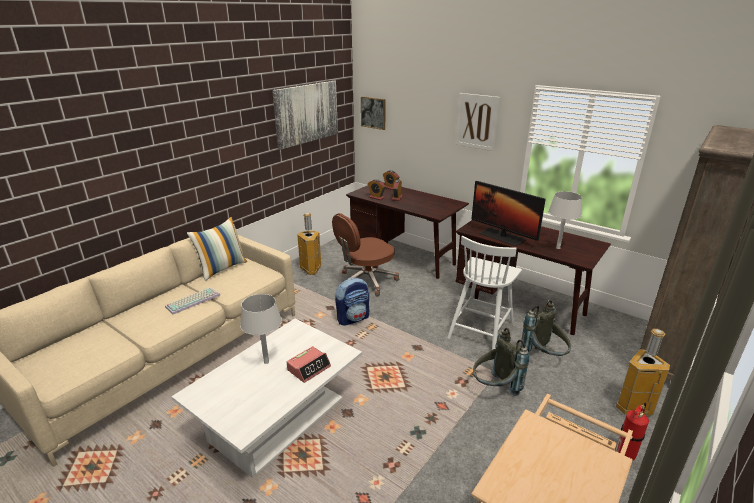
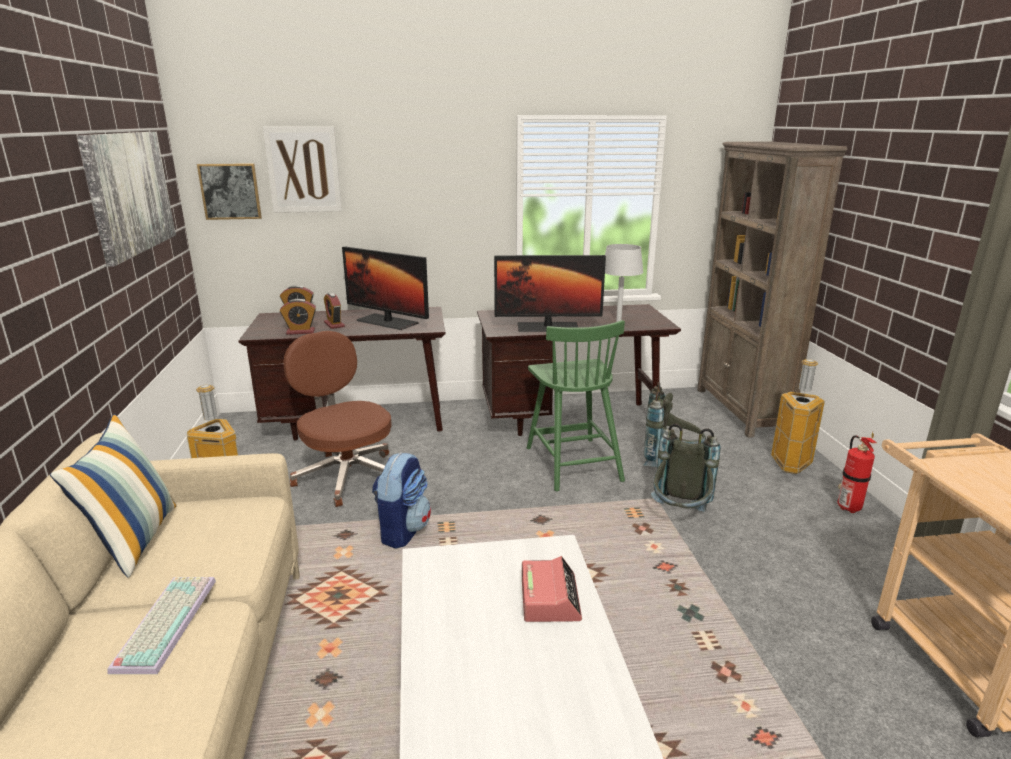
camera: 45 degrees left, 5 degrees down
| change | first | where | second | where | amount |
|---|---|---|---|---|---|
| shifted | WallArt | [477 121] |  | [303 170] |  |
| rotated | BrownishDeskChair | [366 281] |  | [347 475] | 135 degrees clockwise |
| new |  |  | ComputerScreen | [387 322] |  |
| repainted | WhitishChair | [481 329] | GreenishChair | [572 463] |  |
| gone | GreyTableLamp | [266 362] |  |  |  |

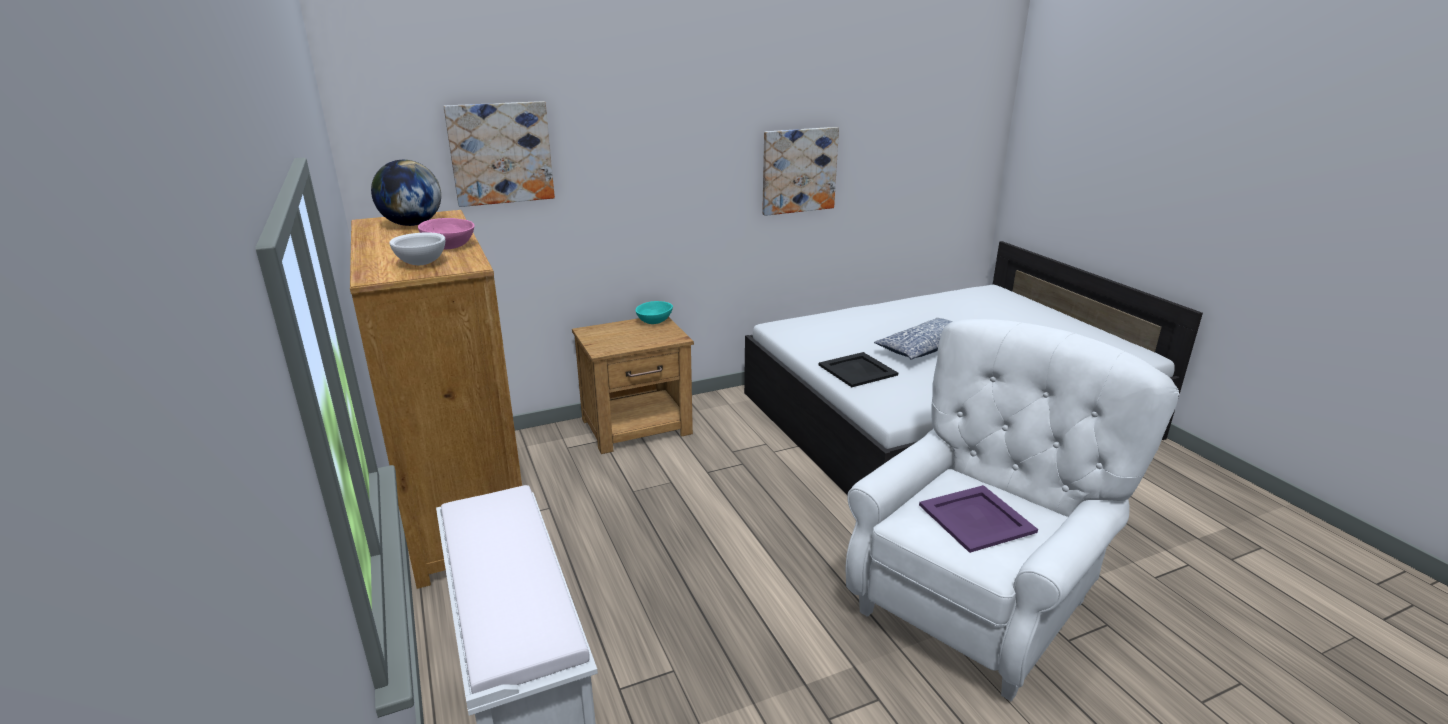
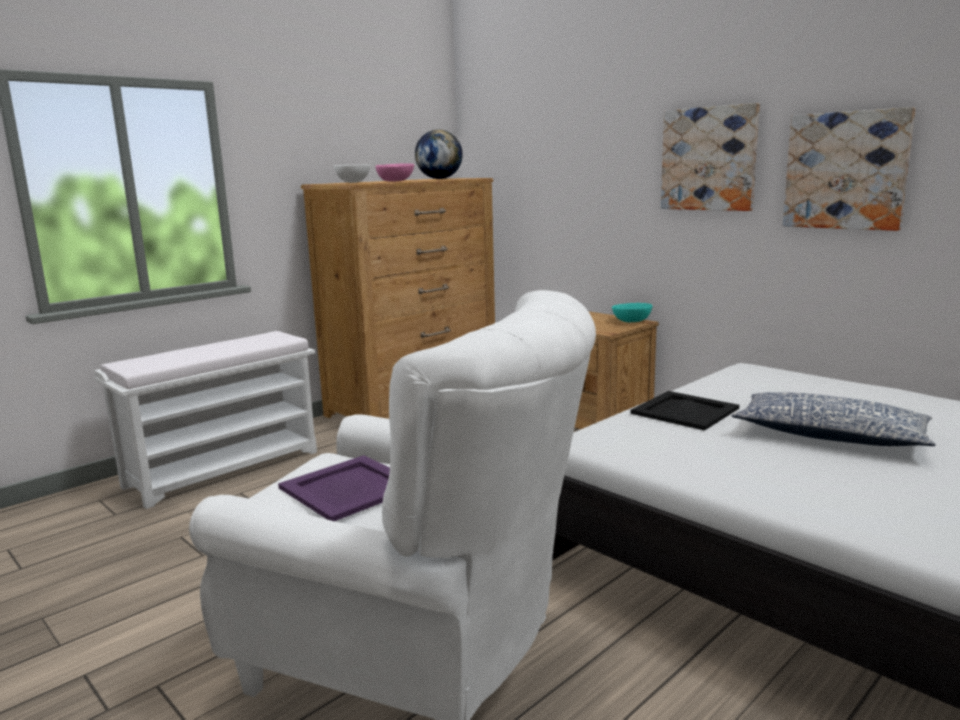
camera: 70 degrees right, 10 degrees down
| change | first | where | second | where | amount |
|---|---|---|---|---|---|
| shifted | WallArt | [501 153] |  | [709 159] |  |

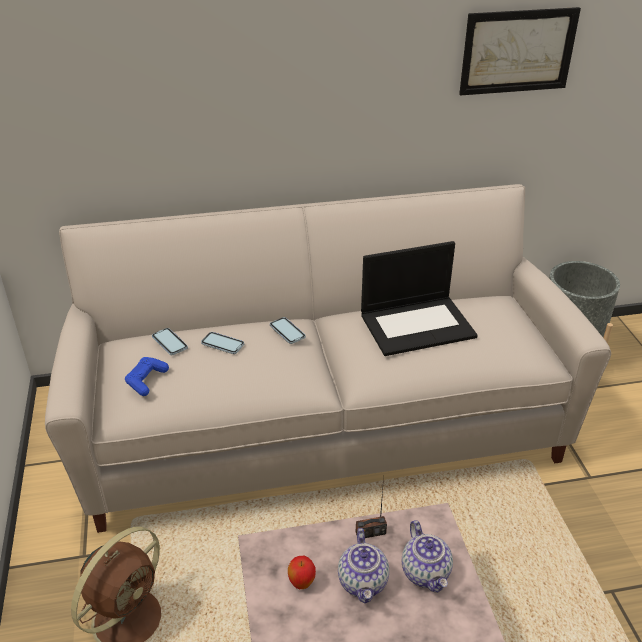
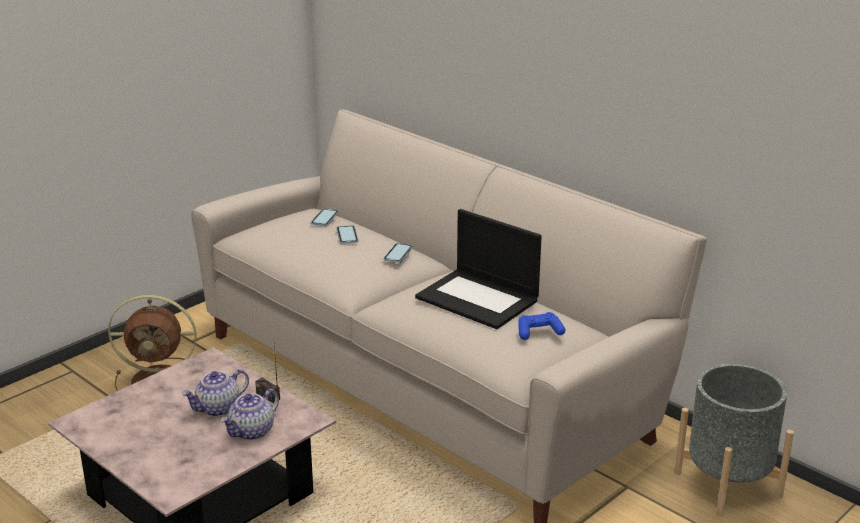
camera: 55 degrees right, 10 degrees down
| change | first | where | second | where | amount |
|---|---|---|---|---|---|
| shifted | BluishGamepad | [146 380] |  | [539 332] |  |
| gone | AppleFruit | [301 583] |  |  |  |
| gone | WallArt | [518 51] |  |  |  |

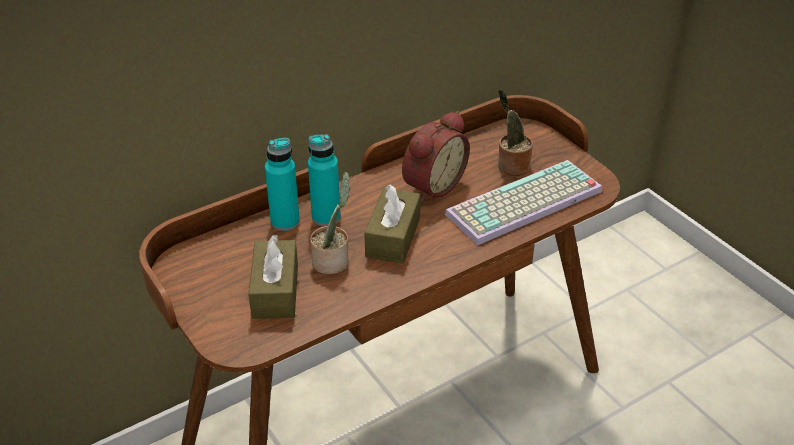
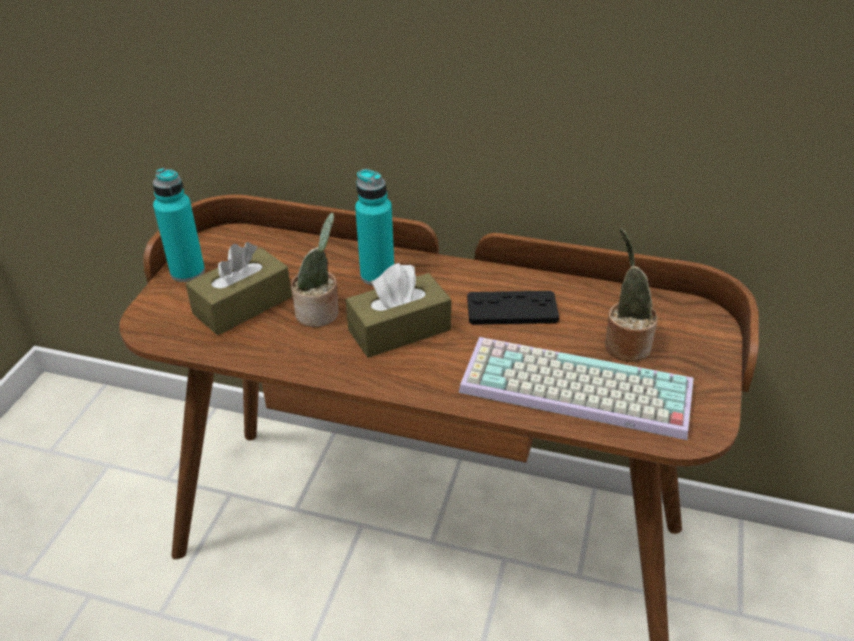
camera: 50 degrees right, 0 degrees up
| change | first | where | second | where | amount |
|---|---|---|---|---|---|
| shifted | TurquoiseBeverageBottle | [285 222] |  | [187 272] |  |
| swapped | AlarmClock | [431 185] | BlackishGamepad | [512 309] |  |

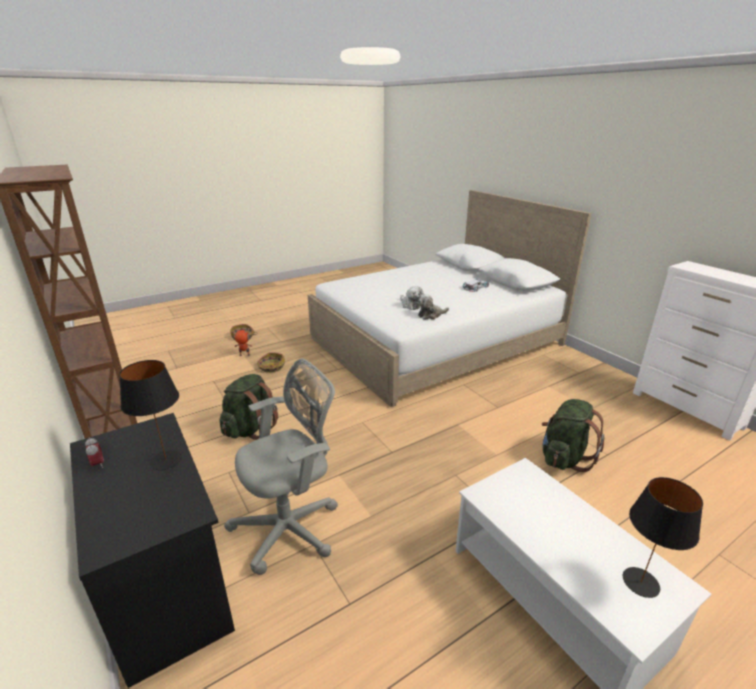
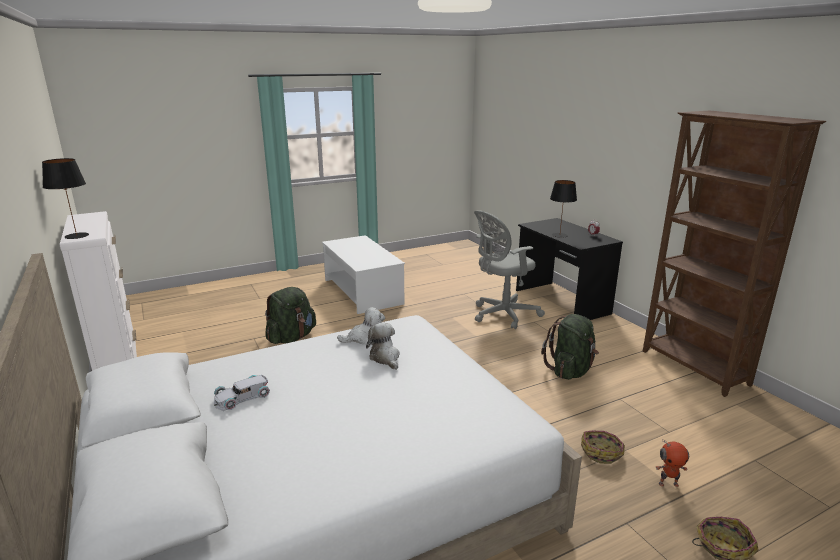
camera: 175 degrees left, 5 degrees down
| change | first | where | second | where | amount |
|---|---|---|---|---|---|
| shifted | BlackishTableLamp | [640 582] |  | [77 235] |  |

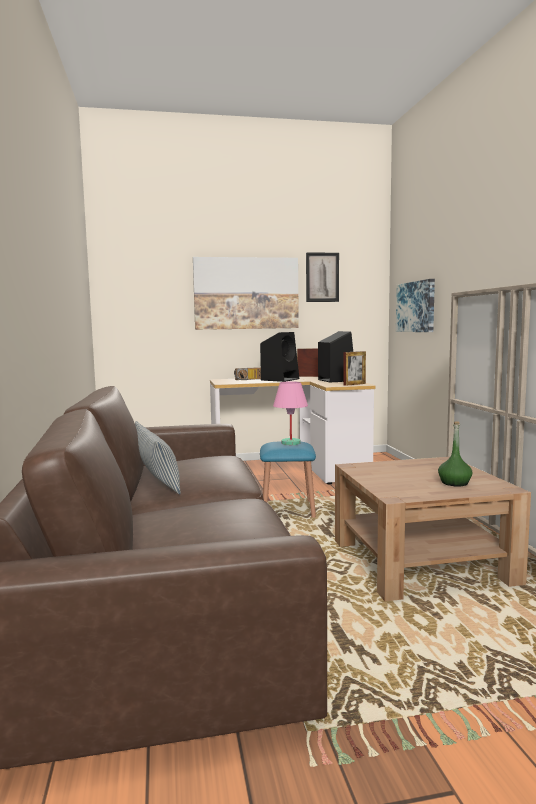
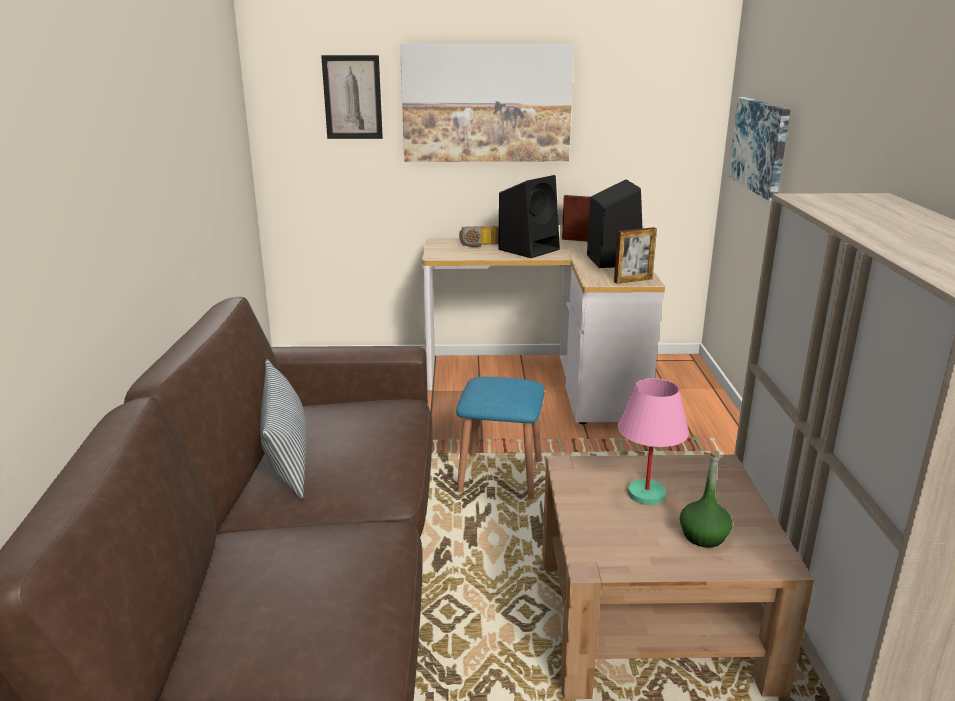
camera: 10 degrees right, 15 degrees up
| change | first | where | second | where | amount |
|---|---|---|---|---|---|
| shifted | WallArt | [322 277] |  | [352 97] |  |
| shifted | PinkTableLamp | [290 443] |  | [645 494] |  |

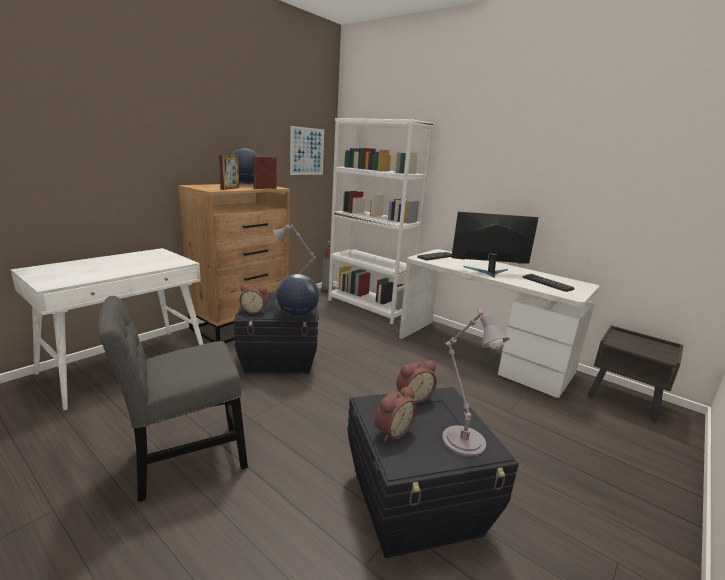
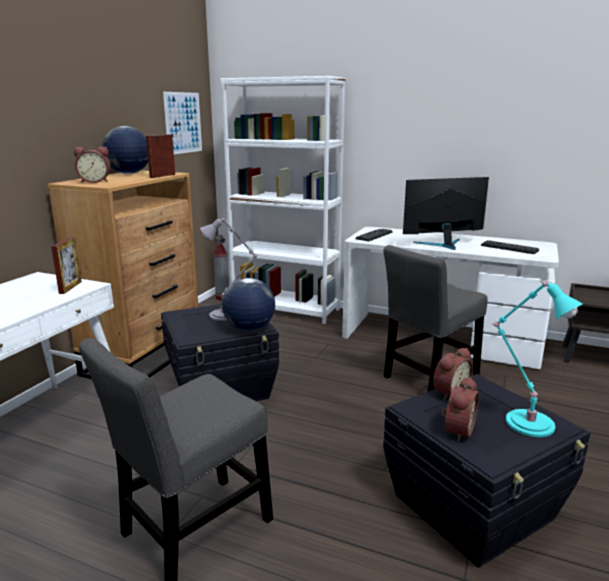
camera: 15 degrees left, 0 degrees up
| change | first | where | second | where | amount |
|---|---|---|---|---|---|
| shifted | StandingFrame | [230 188] |  | [70 287] |  |
| shifted | AlarmClock | [254 311] |  | [95 181] |  |
| new |  |  | GreyChair | [428 378] |  |
| repainted | GreyTableLamp | [461 438] | TurquoiseTableLamp | [526 421] |  |

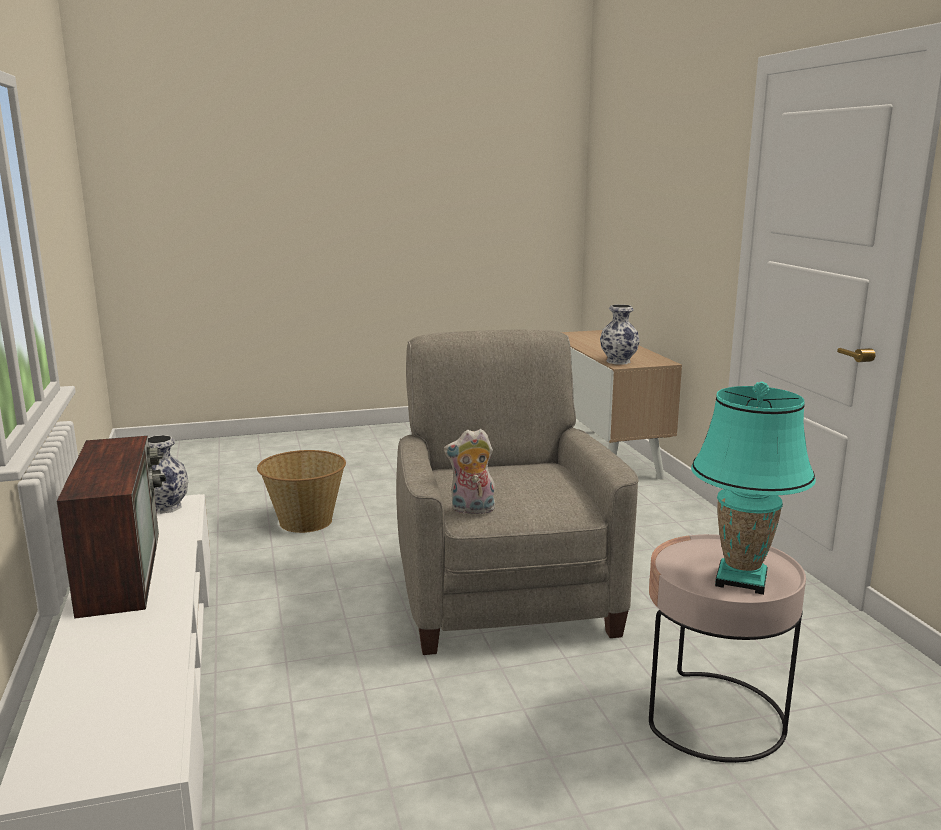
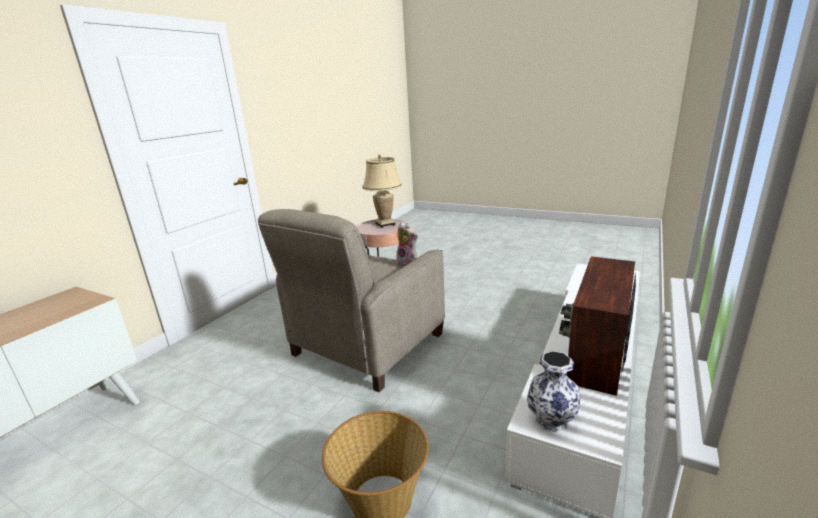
camera: 135 degrees left, 5 degrees up
| change | first | where | second | where | amount |
|---|---|---|---|---|---|
| repainted | TurquoiseTableLamp | [741 580] | BeigeColouredTableLamp | [385 224] |  |
| gone | DecorativeVase | [618 361] |  |  |  |

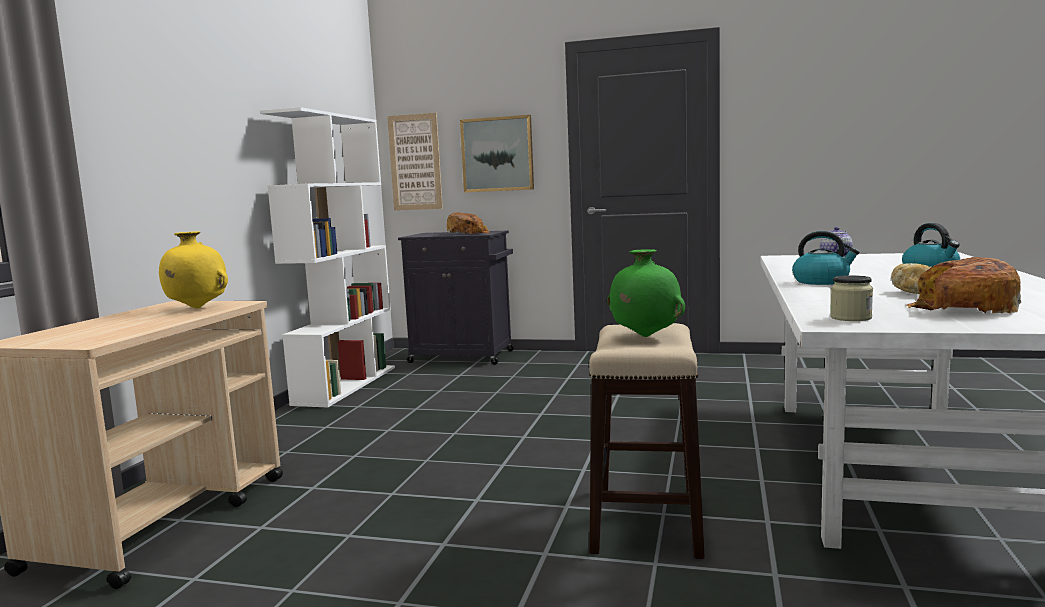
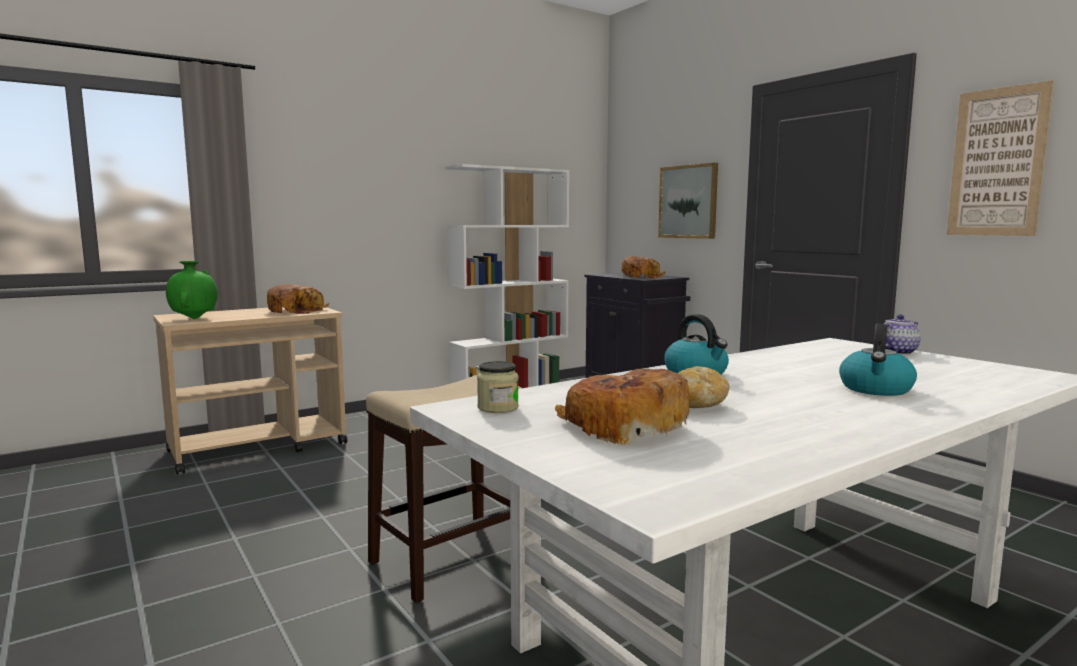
camera: 40 degrees right, 0 degrees up
| change | first | where | second | where | amount |
|---|---|---|---|---|---|
| shifted | GreenishDecorativeVase | [645 336] |  | [194 319] |  |
| swapped | YellowDecorativeVase | [196 308] | BakedBread | [297 311] |  |
| shifted | WallArt | [415 162] |  | [997 162] |  |

